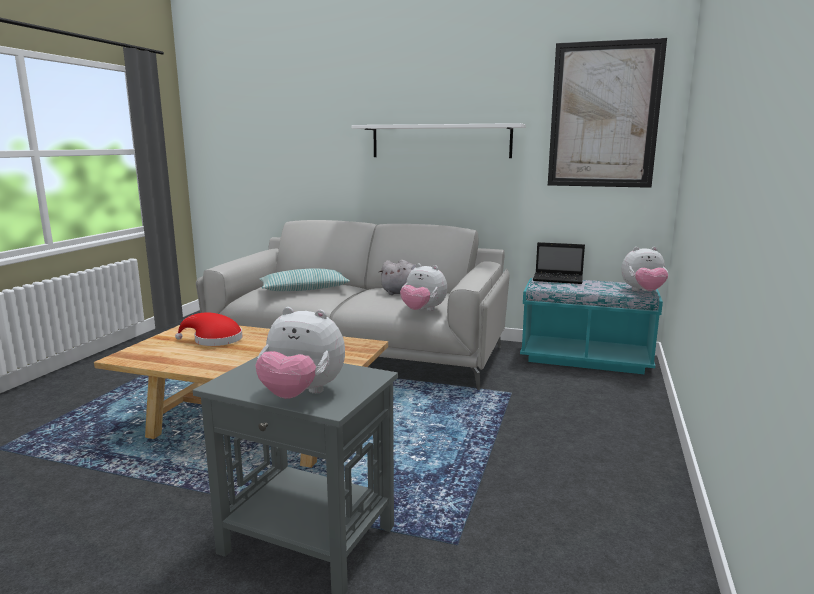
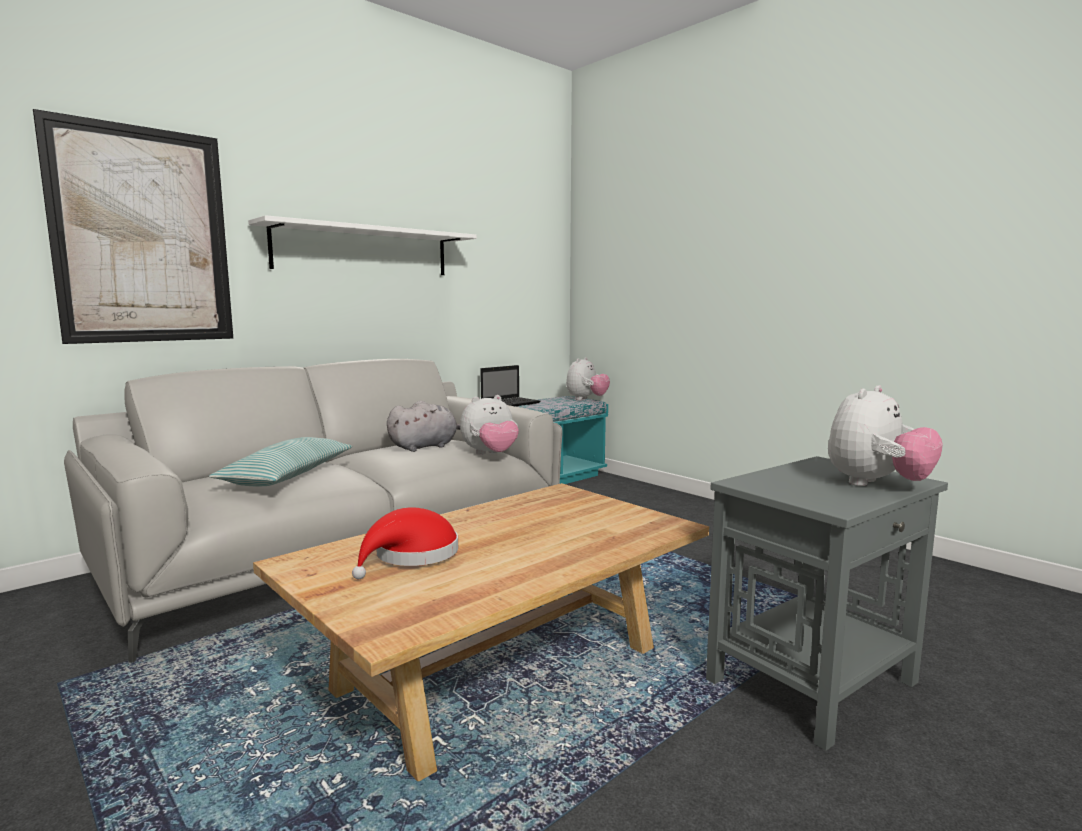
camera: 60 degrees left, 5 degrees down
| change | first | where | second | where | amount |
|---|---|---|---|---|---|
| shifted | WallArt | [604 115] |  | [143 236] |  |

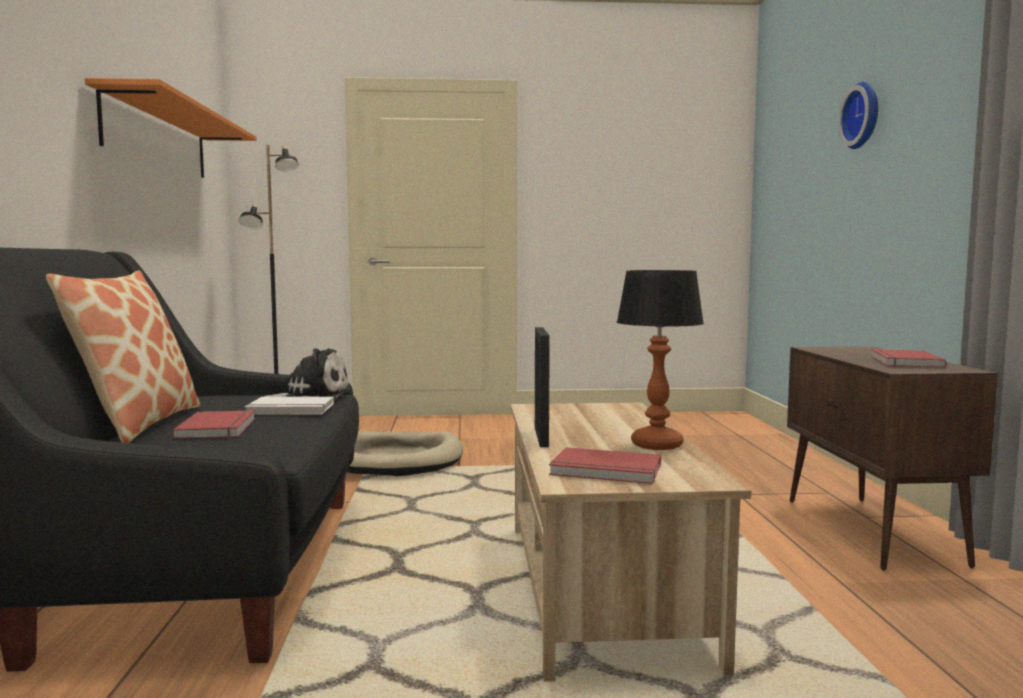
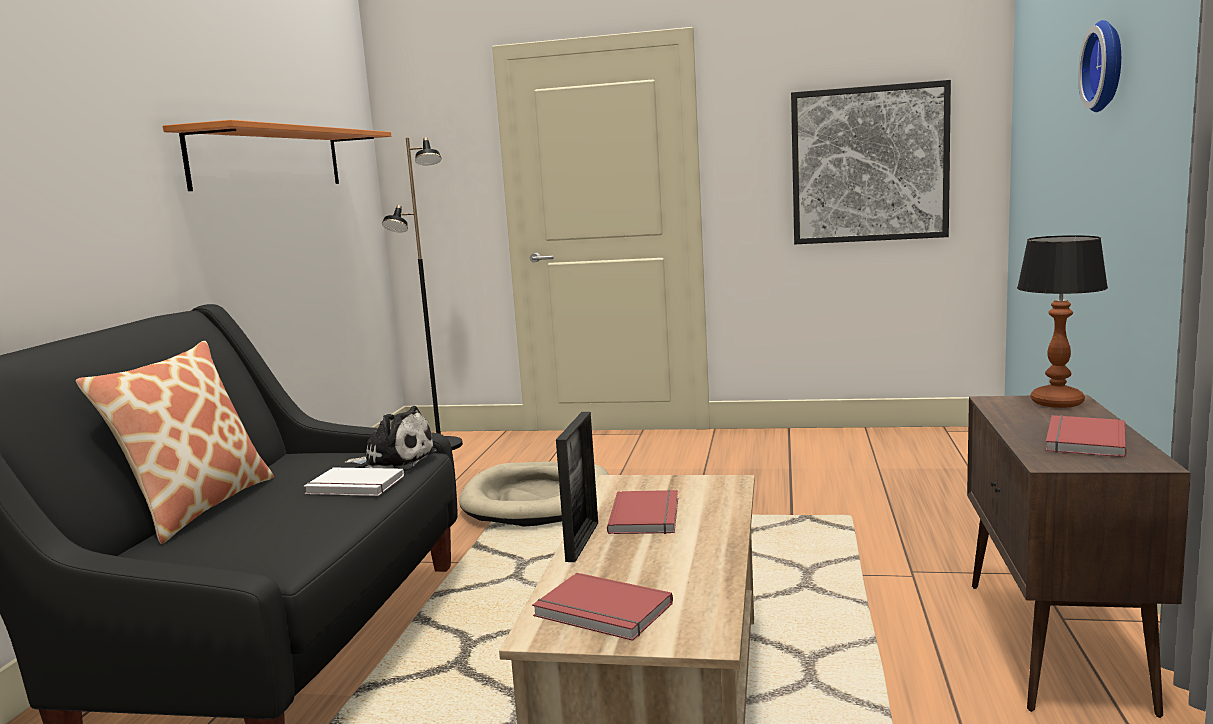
camera: 15 degrees right, 5 degrees up
| change | first | where | second | where | amount |
|---|---|---|---|---|---|
| shifted | ReddishBoundBook | [219 428] |  | [647 515] |  |
| new |  |  | WallArt | [869 164] |  |
| shifted | TableLamp | [658 445] |  | [1058 402] |  |

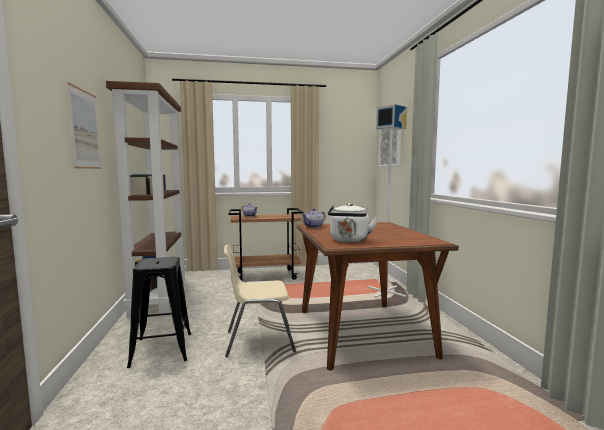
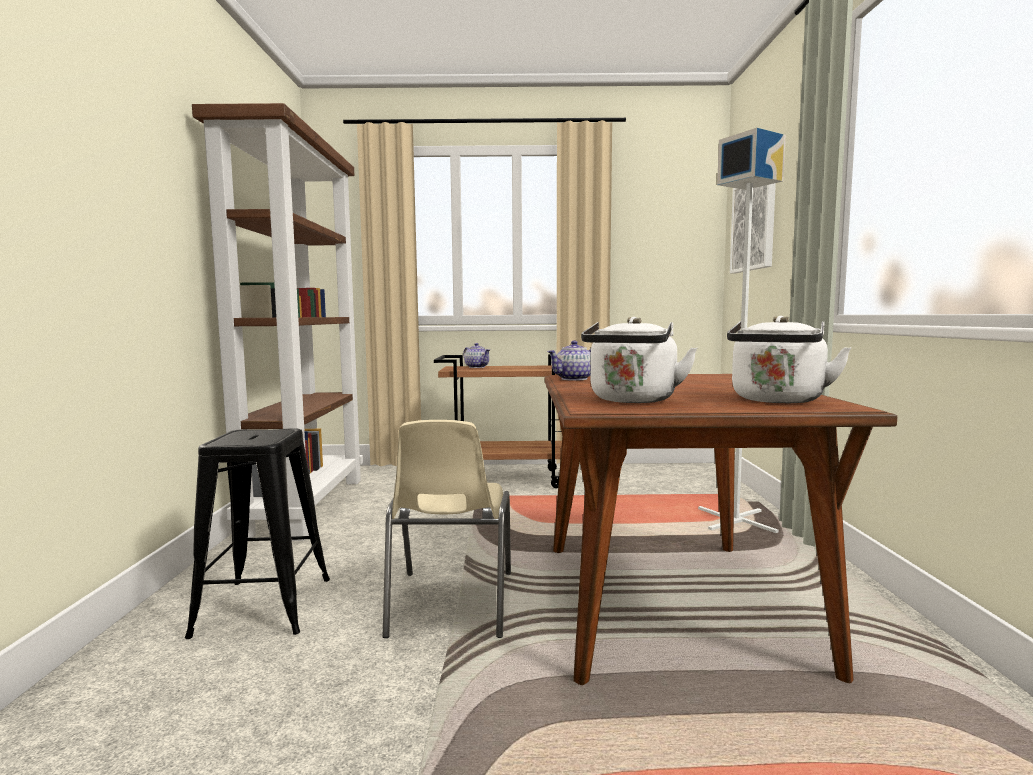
camera: 10 degrees right, 0 degrees up
| change | first | where | second | where | amount |
|---|---|---|---|---|---|
| rotated | BeigeColouredChair | [258 341] |  | [450 604] | 90 degrees counterclockwise |
| new |  |  | WhitishTeaKettle | [777 401] |  |
| gone | WallArt | [85 129] |  |  |  |

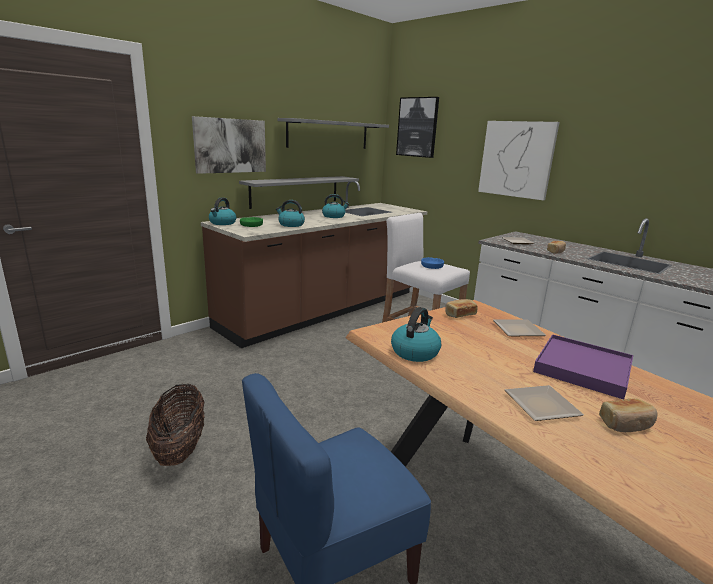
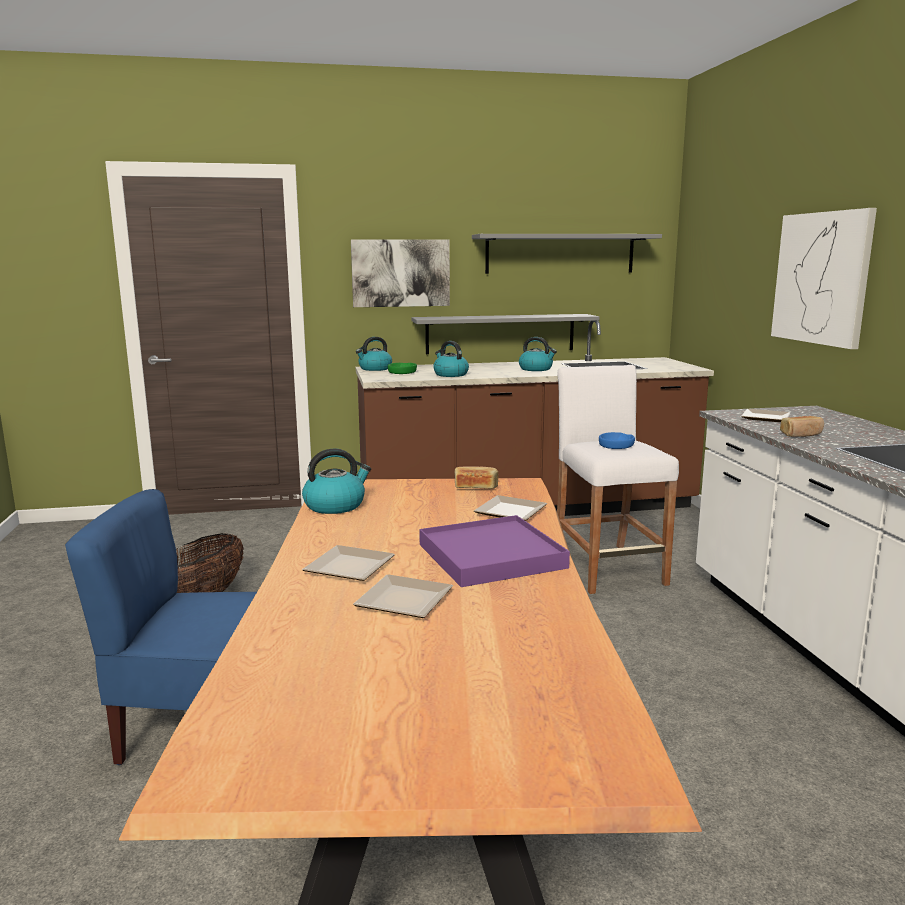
camera: 35 degrees right, 5 degrees down
| change | first | where | second | where | amount |
|---|---|---|---|---|---|
| swapped | BakedBread | [626 424] | FlatDish | [400 602] |  |
| gone | WallArt | [417 127] |  |  |  |

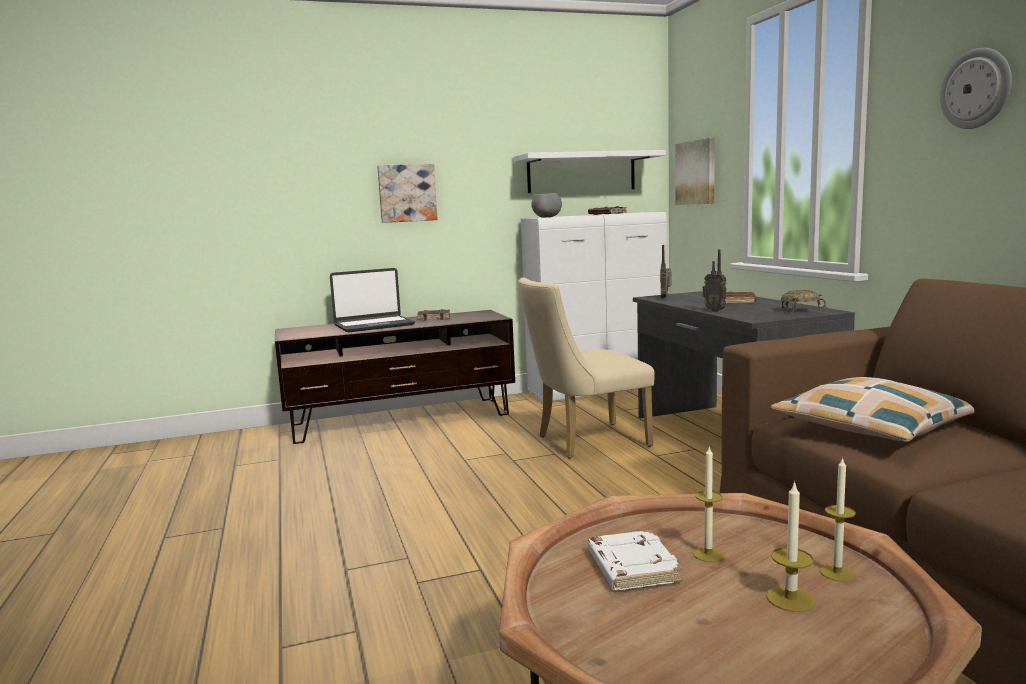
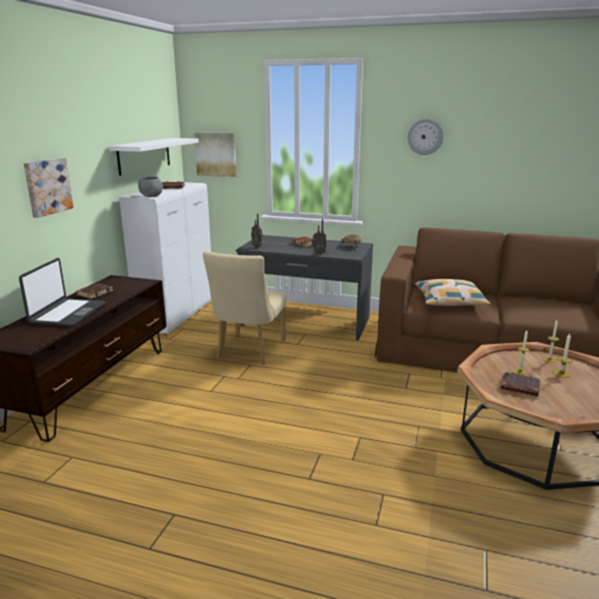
camera: 55 degrees left, 10 degrees up
| change | first | where | second | where | amount |
|---|---|---|---|---|---|
| repainted | WhitishBoundBook | [631 567] | BrownishBoundBook | [519 387] |  |

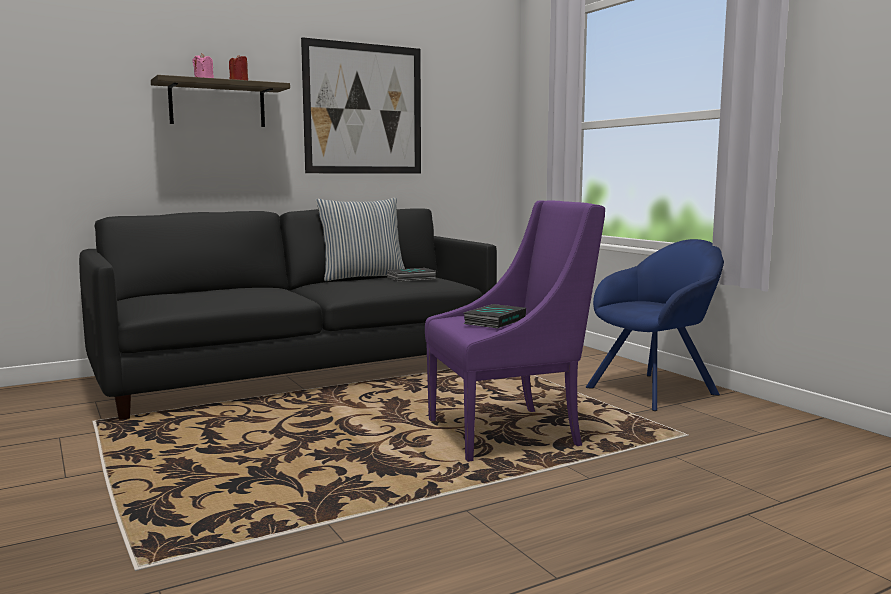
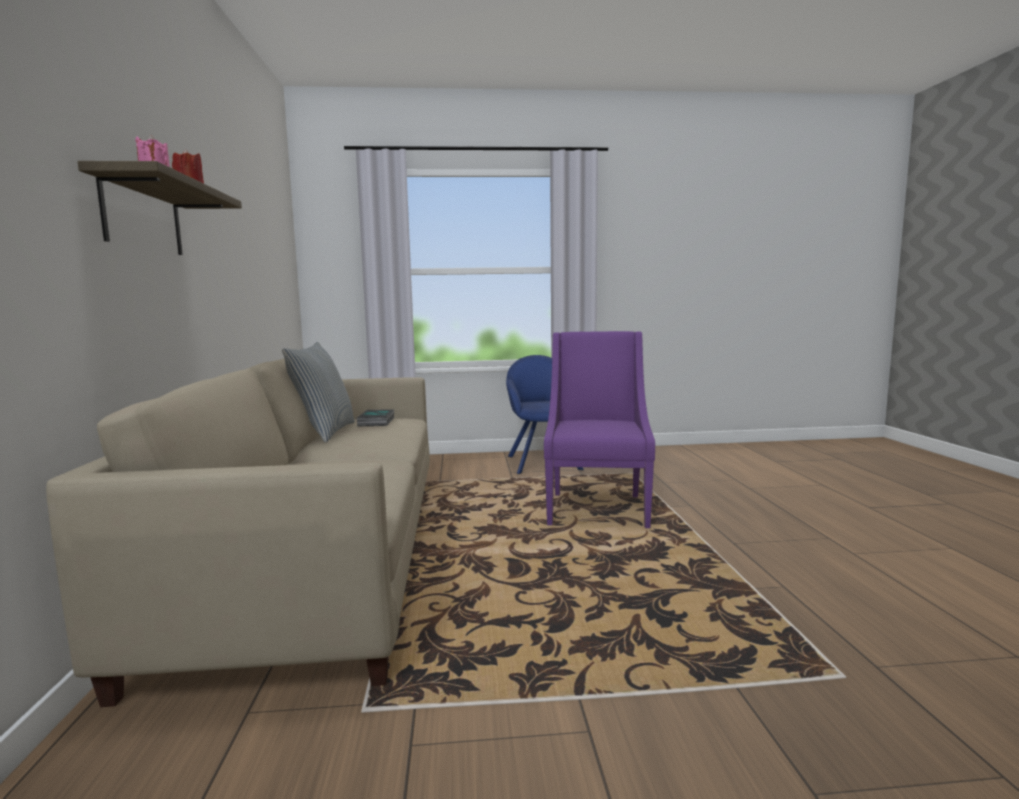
camera: 65 degrees left, 0 degrees up
| change | first | where | second | where | amount |
|---|---|---|---|---|---|
| repainted | BlackishCouch | [300 372] | BeigeColouredCouch | [321 556] |  |
| gone | WallArt | [363 109] |  |  |  |
| gone | BoundBook | [494 321] |  |  |  |

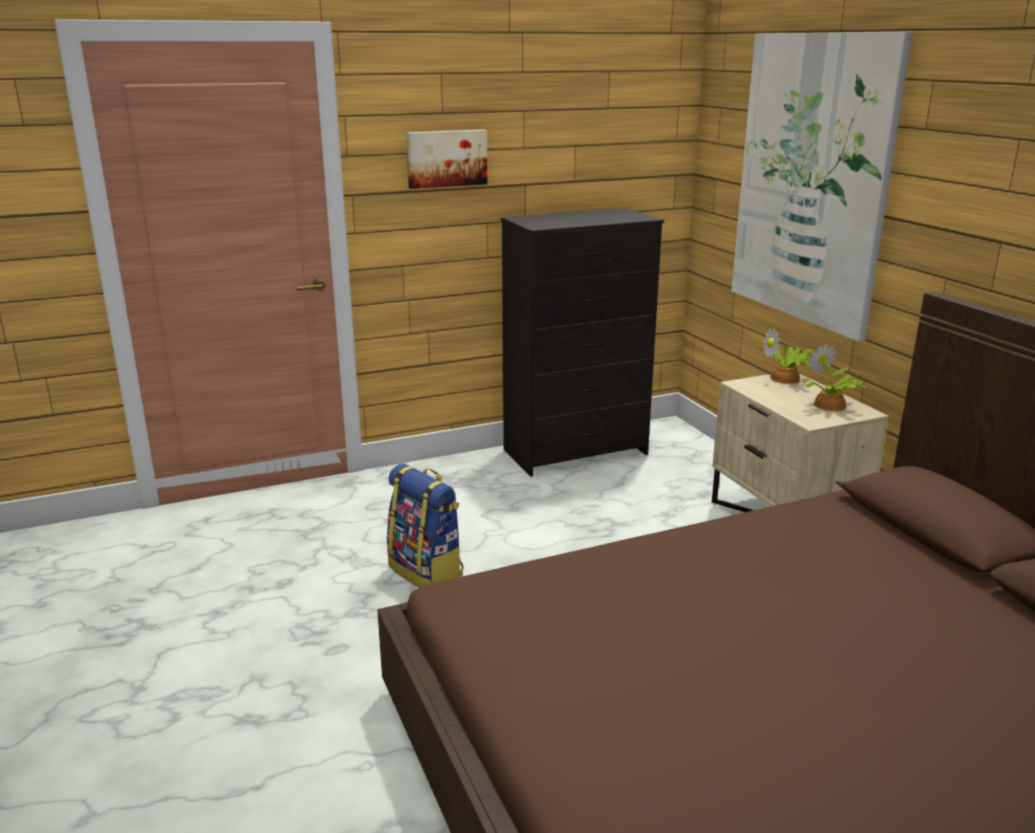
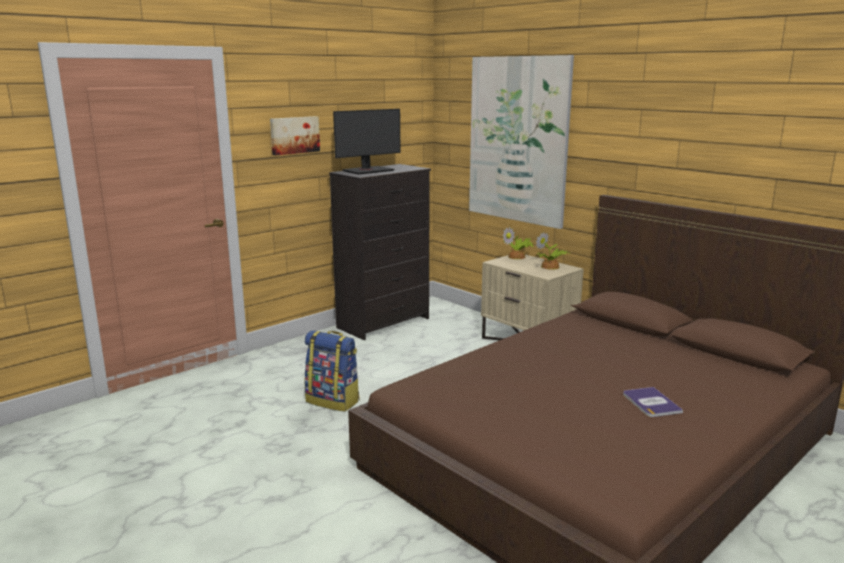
camera: 20 degrees left, 5 degrees down
| change | first | where | second | where | amount |
|---|---|---|---|---|---|
| new |  |  | ComputerScreen | [368 170] |  |
| new |  |  | BoundBook | [651 403] |  |

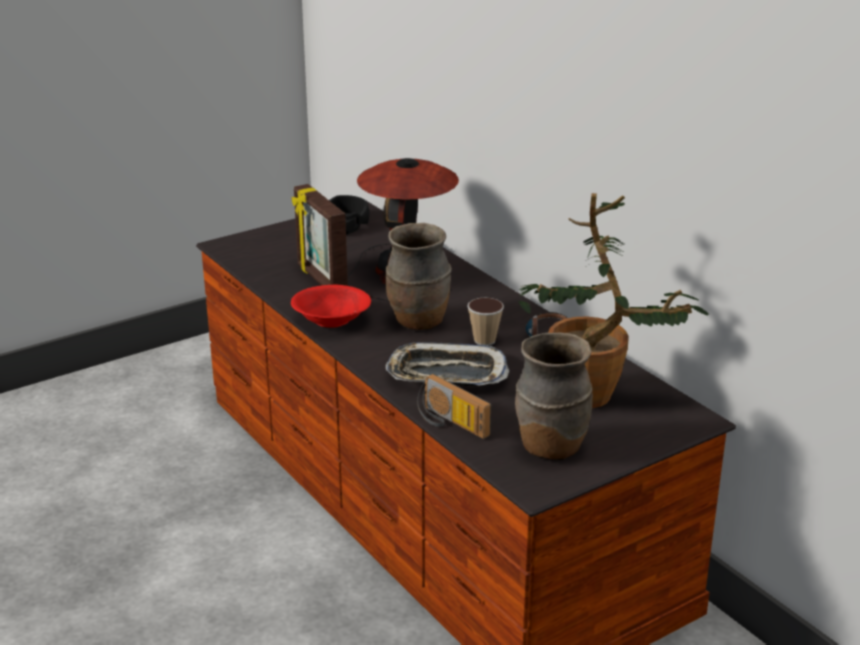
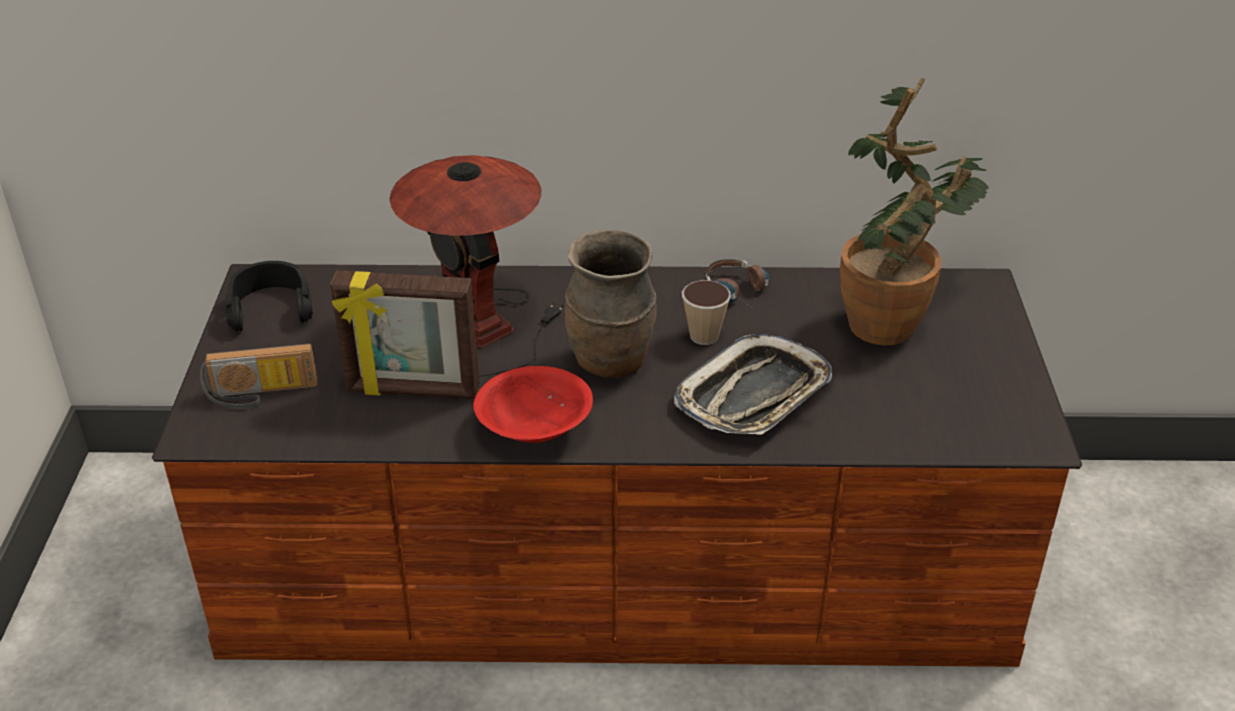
camera: 55 degrees left, 10 degrees up
| change | first | where | second | where | amount |
|---|---|---|---|---|---|
| shifted | RadioSet | [449 423] |  | [261 394] |  |
| gone | BrownishDecorativeVase | [550 447] |  |  |  |

